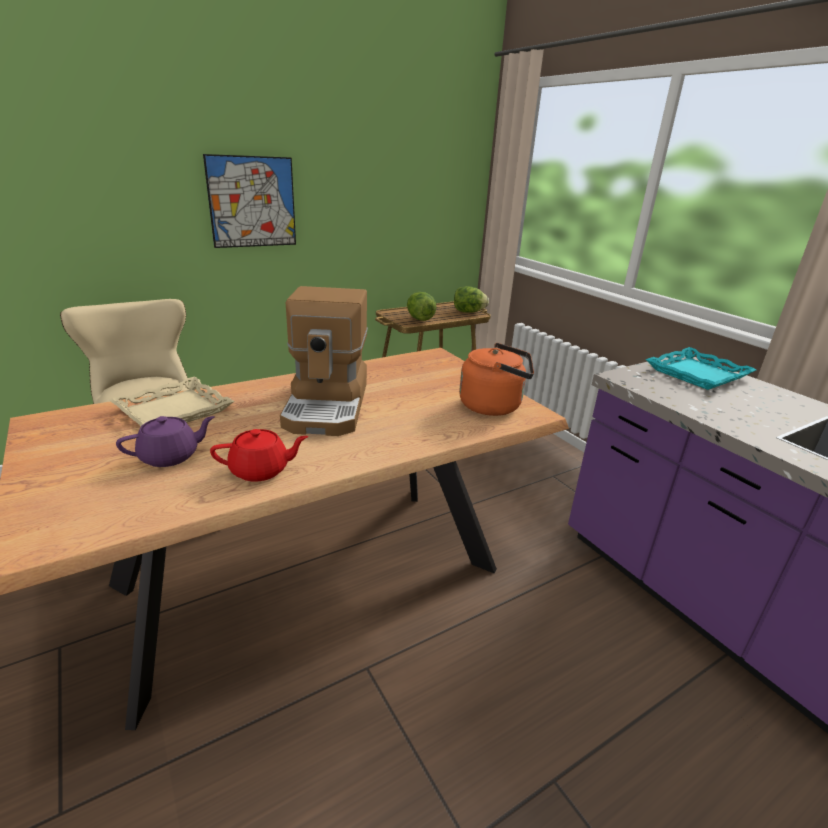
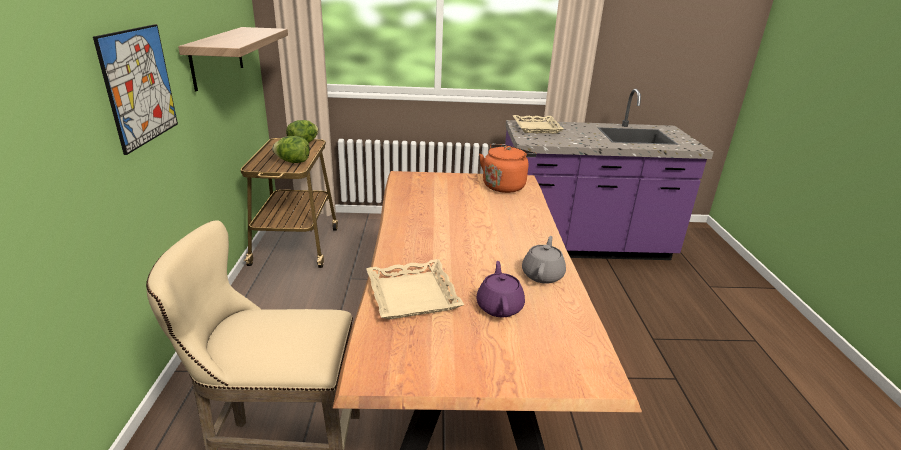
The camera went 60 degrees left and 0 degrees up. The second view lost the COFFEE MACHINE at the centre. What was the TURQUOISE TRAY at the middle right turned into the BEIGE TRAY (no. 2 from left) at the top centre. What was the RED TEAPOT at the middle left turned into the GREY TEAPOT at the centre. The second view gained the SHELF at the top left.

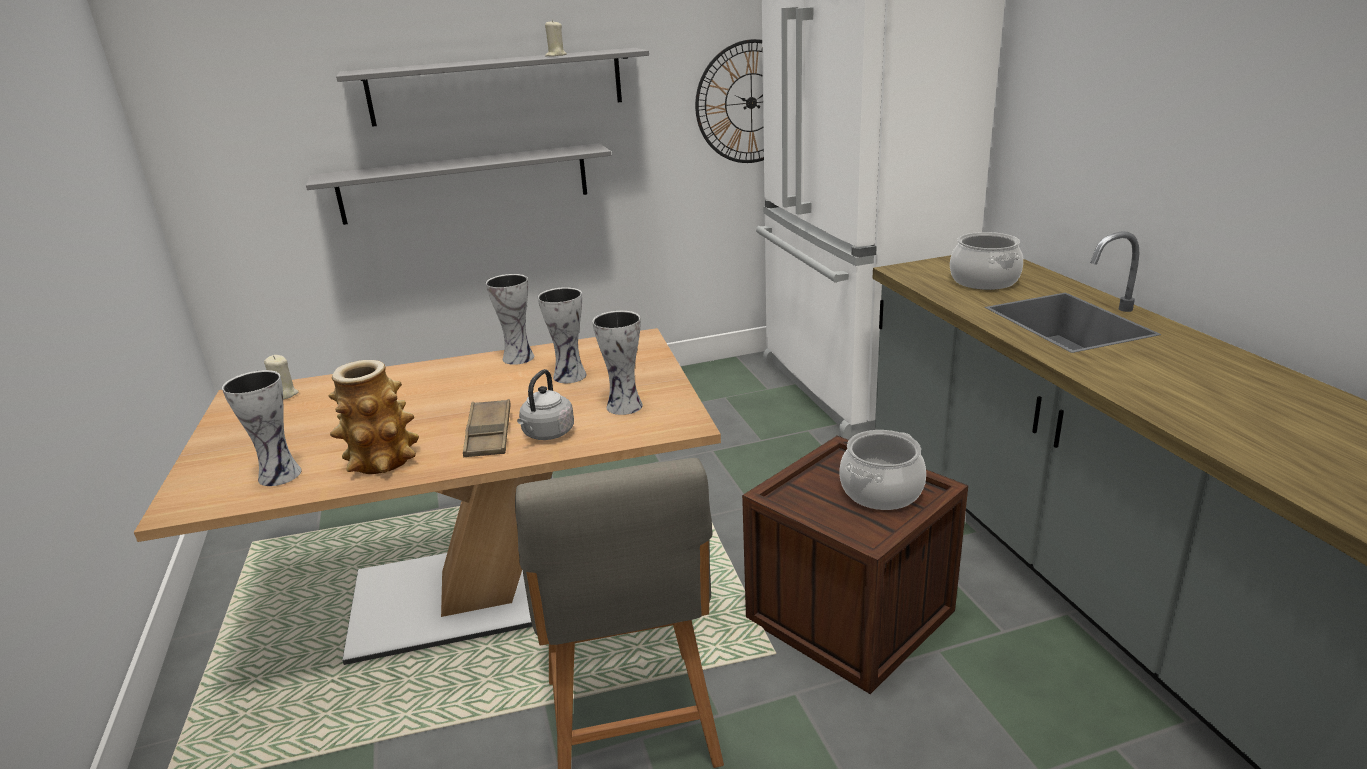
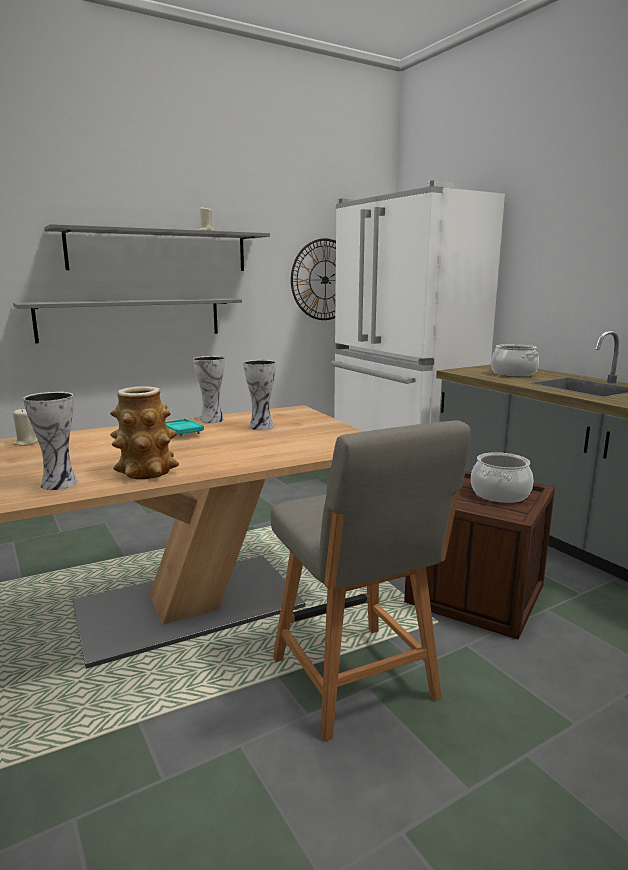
The camera went 15 degrees left and 10 degrees down. The second view lost the VASE (no. 5 from left) at the centre. The second view lost the GREY KETTLE at the centre. The second view lost the BROWN TRAY at the centre. The second view gained the TURQUOISE TRAY at the middle left.

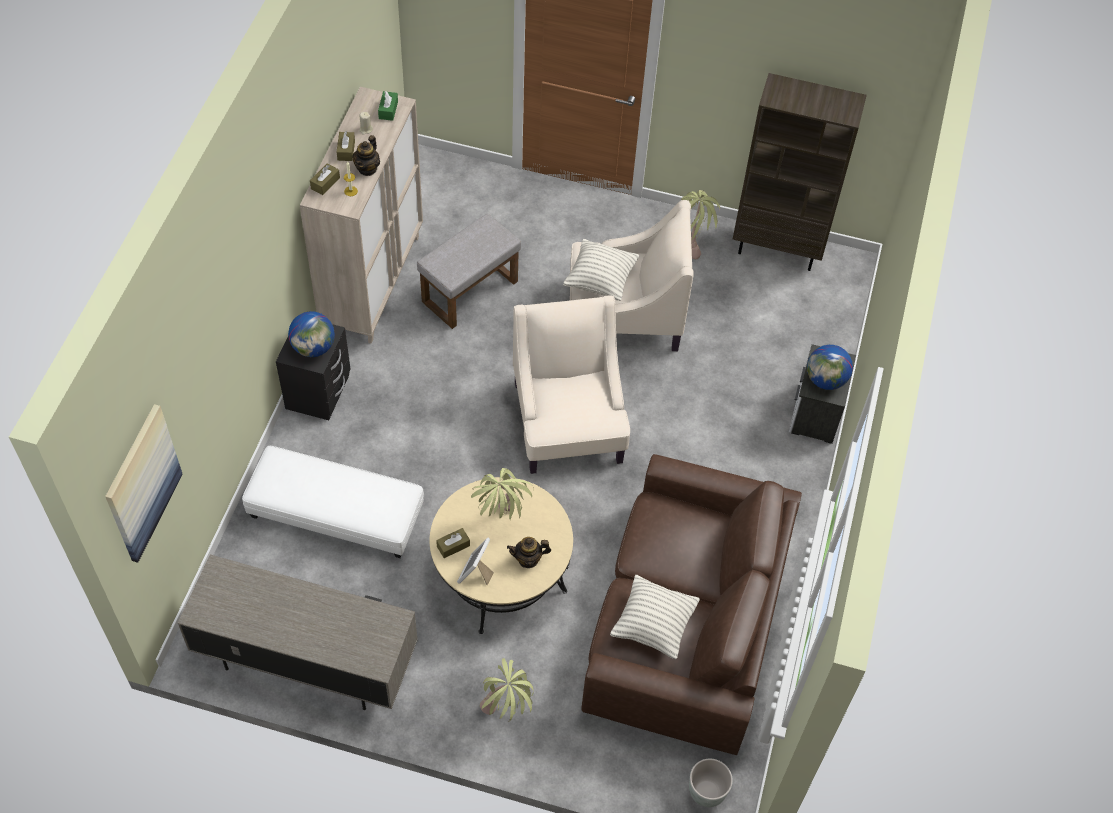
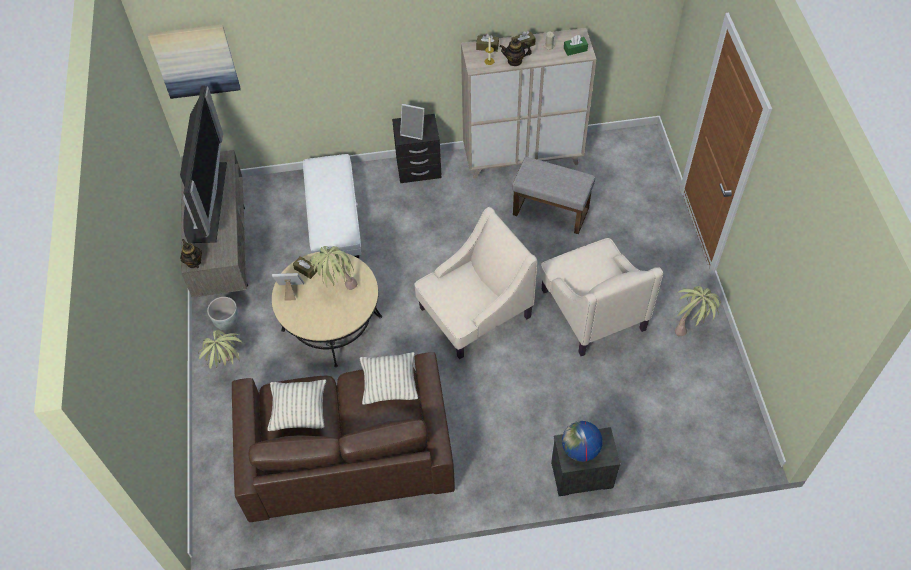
The camera went 70 degrees right and 0 degrees up. The second view lost the BROWN BOOKCASE at the top right. The PILLOW (no. 1 from left in the first image) ended up elsewhere, having gone from the top centre to the centre. Where the GLOBE (no. 1 from left) stood at the middle left, the PICTURE FRAME (no. 2 from left) came to stand at the top centre. The TEAPOT (no. 2 from left in the first image) ended up elsewhere, having gone from the bottom centre to the middle left. The GREY PLANTER ended up elsewhere, having gone from the bottom centre to the middle left. The second view gained the TELEVISION at the top left.

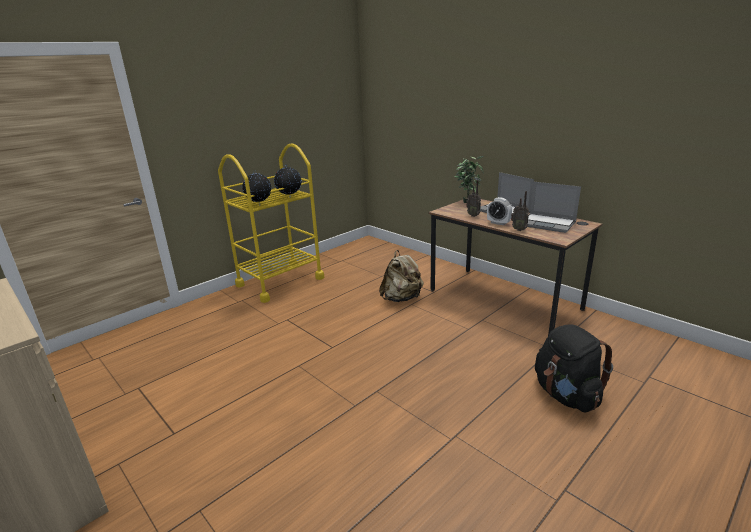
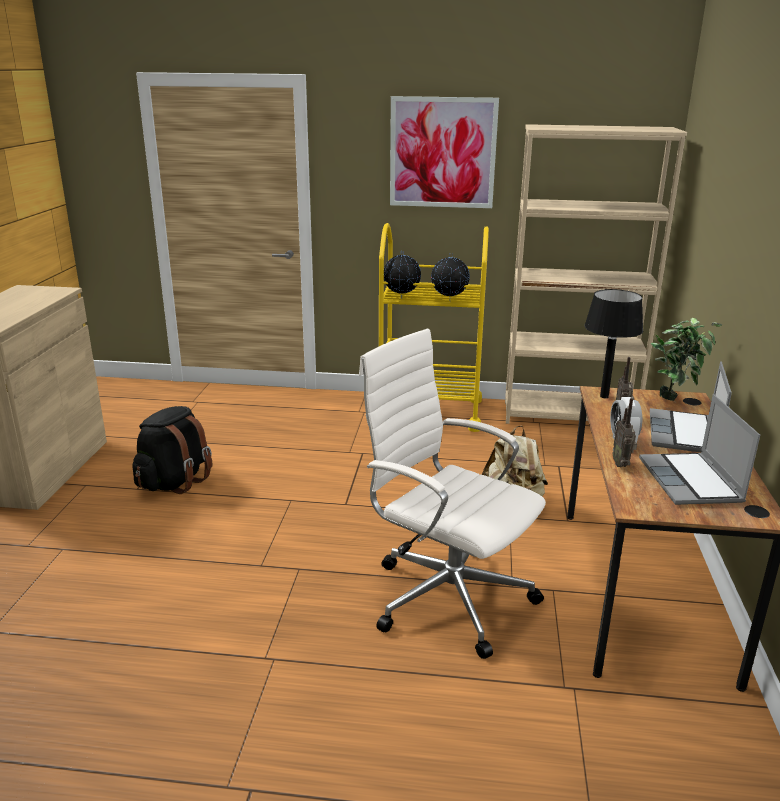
The camera went 50 degrees right and 0 degrees up. The BLACK BACKPACK ended up elsewhere, having gone from the bottom right to the middle left. The second view gained the PICTURE at the top centre. The second view gained the BEIGE BOOKCASE at the middle right. The second view gained the BLACK TABLE LAMP at the middle right. The second view gained the WHITE OFFICE CHAIR at the centre.

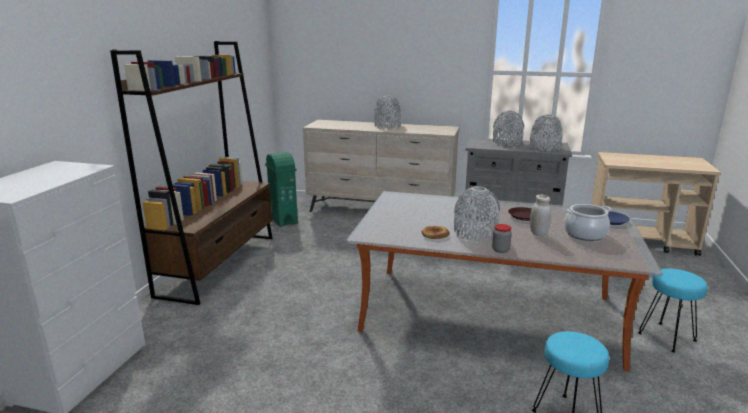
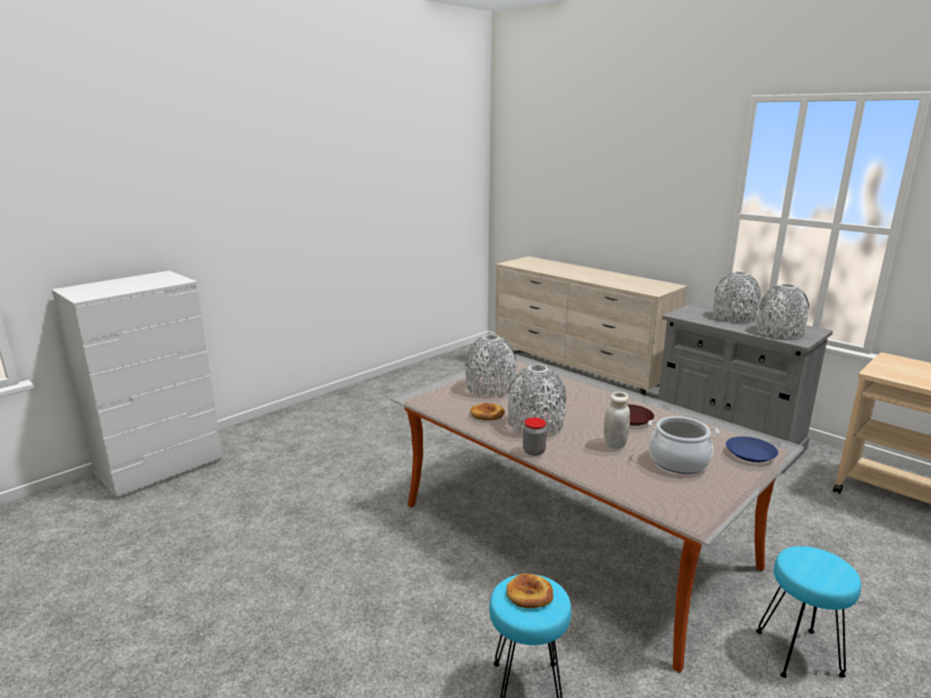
The camera went 30 degrees right and 0 degrees up. The second view lost the BROWN BOOKCASE at the middle left. The GREY VASE (no. 1 from left) ended up elsewhere, having gone from the top centre to the centre. The second view lost the GREEN TRASH CAN at the centre. The second view gained the BREAD (no. 2 from left) at the bottom centre.

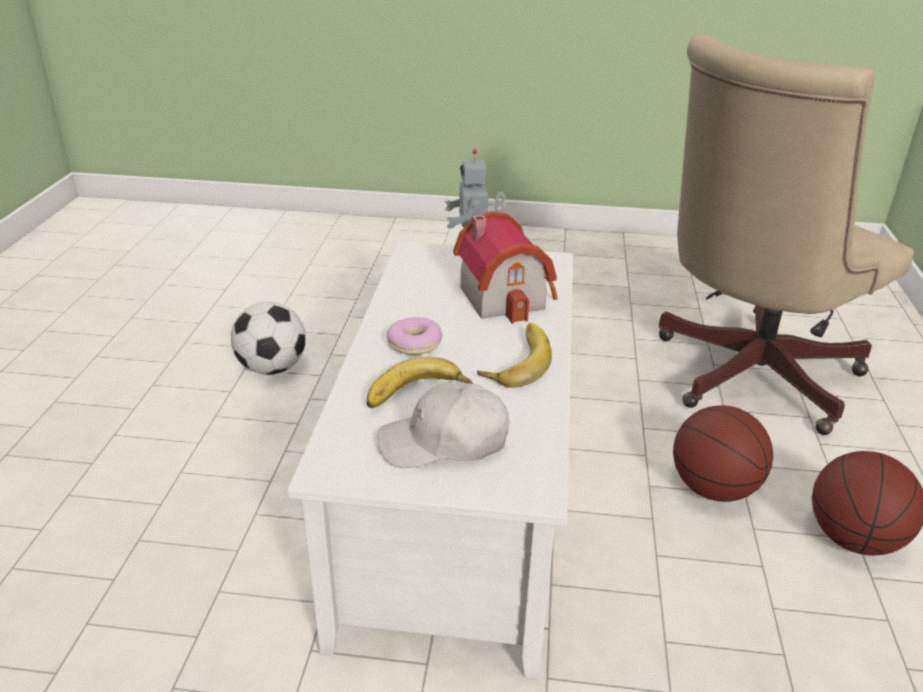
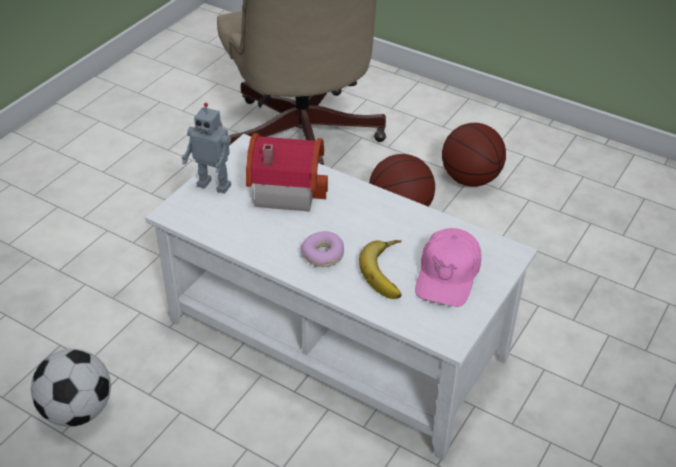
The camera went 65 degrees left and 10 degrees up. The second view lost the BANANA (no. 2 from left) at the centre. What was the WHITE CAP at the centre turned into the PINK CAP at the centre.

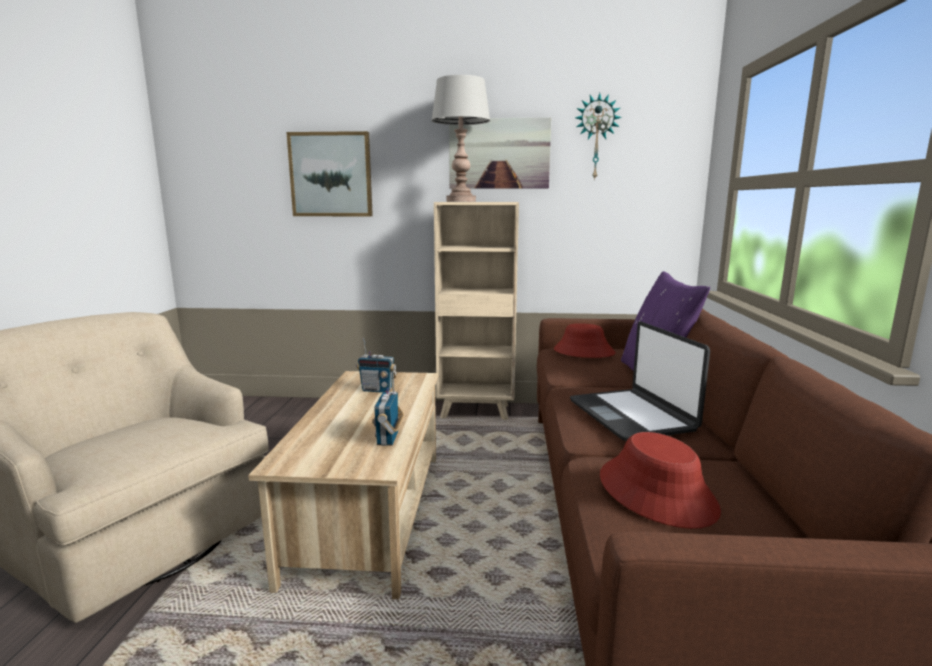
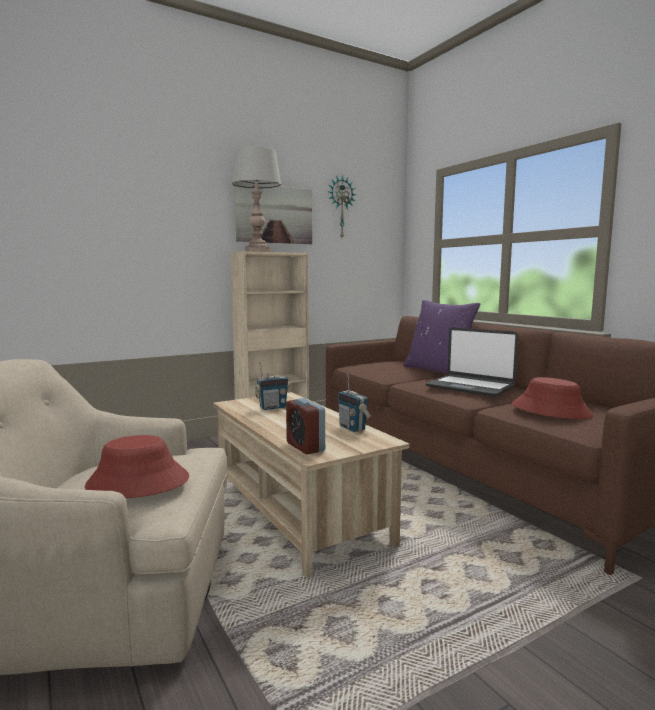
The camera went 35 degrees left and 5 degrees down. The second view lost the PICTURE (no. 1 from left) at the top centre. The RED HAT (no. 1 from left) ended up elsewhere, having gone from the centre to the middle left. The second view gained the ALARM CLOCK at the centre.

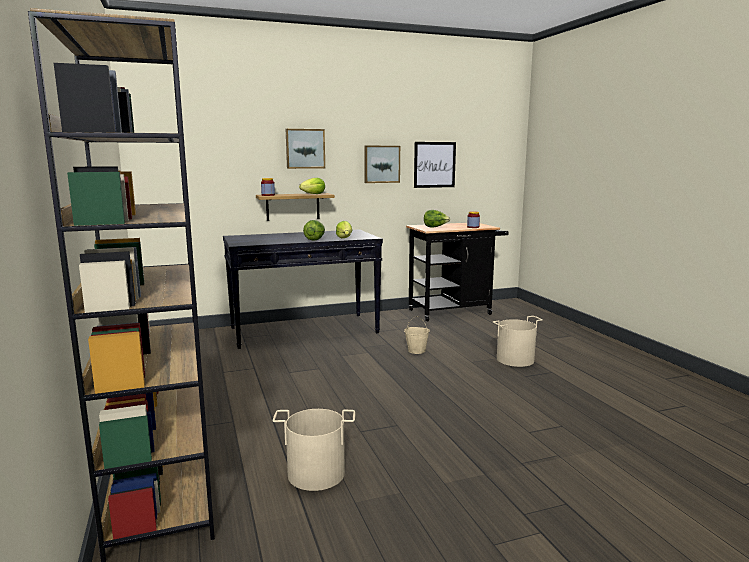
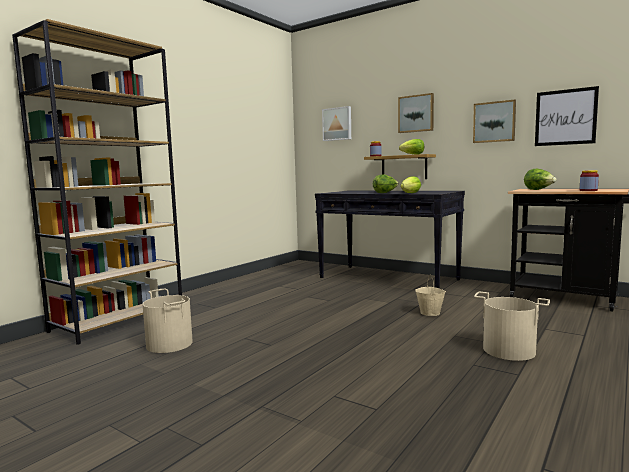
The camera went 55 degrees right and 5 degrees down. The second view gained the PICTURE (no. 1 from left) at the top centre.

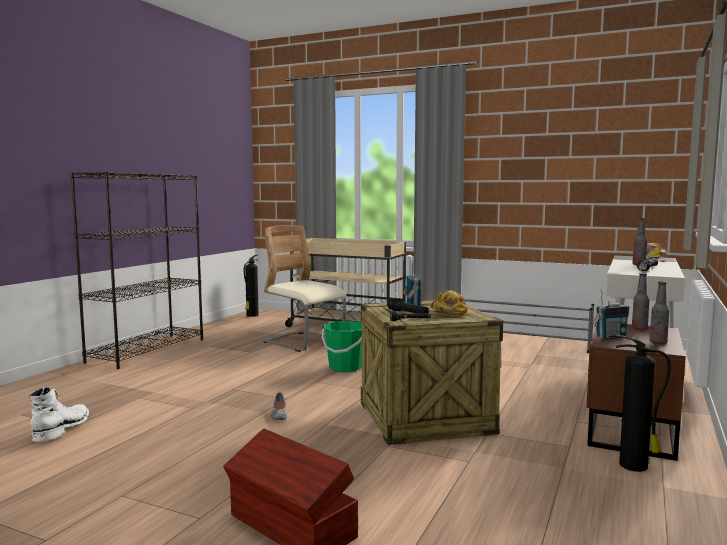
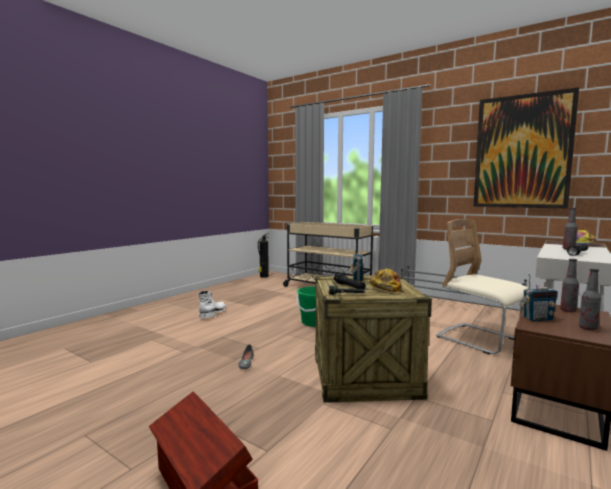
The camera went 10 degrees right and 0 degrees up. The second view lost the BLACK BOOKCASE at the middle left. The BEIGE CHAIR ended up elsewhere, having gone from the centre to the middle right. The second view lost the FIRE EXTINGUISHER (no. 2 from left) at the bottom right. The WHITE BOOT ended up elsewhere, having gone from the bottom left to the centre. The second view gained the PICTURE at the top right.

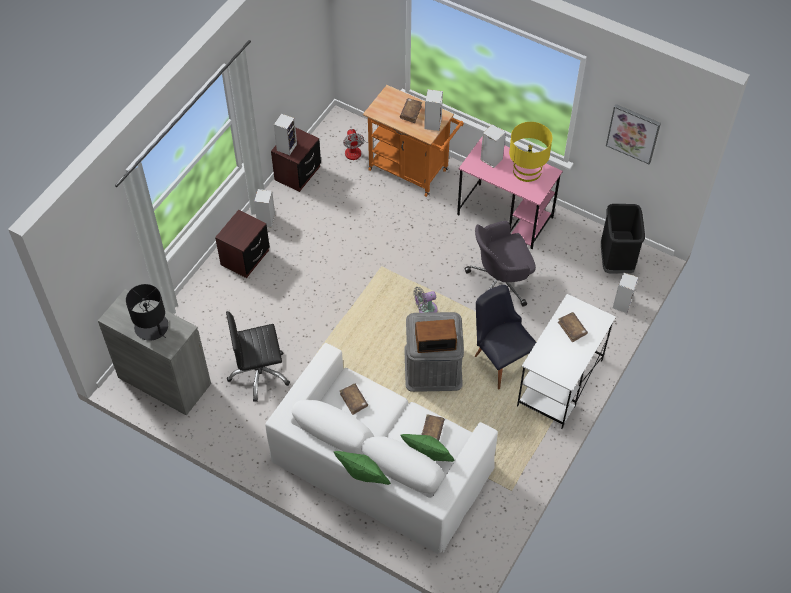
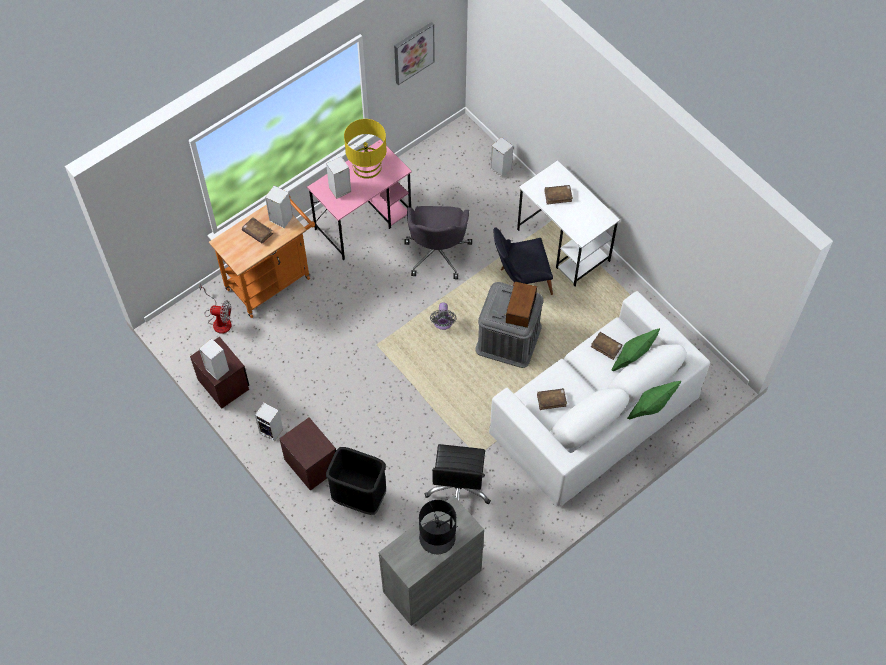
The camera went 70 degrees left and 5 degrees up. The BLACK TRASH CAN ended up elsewhere, having gone from the middle right to the bottom centre.

